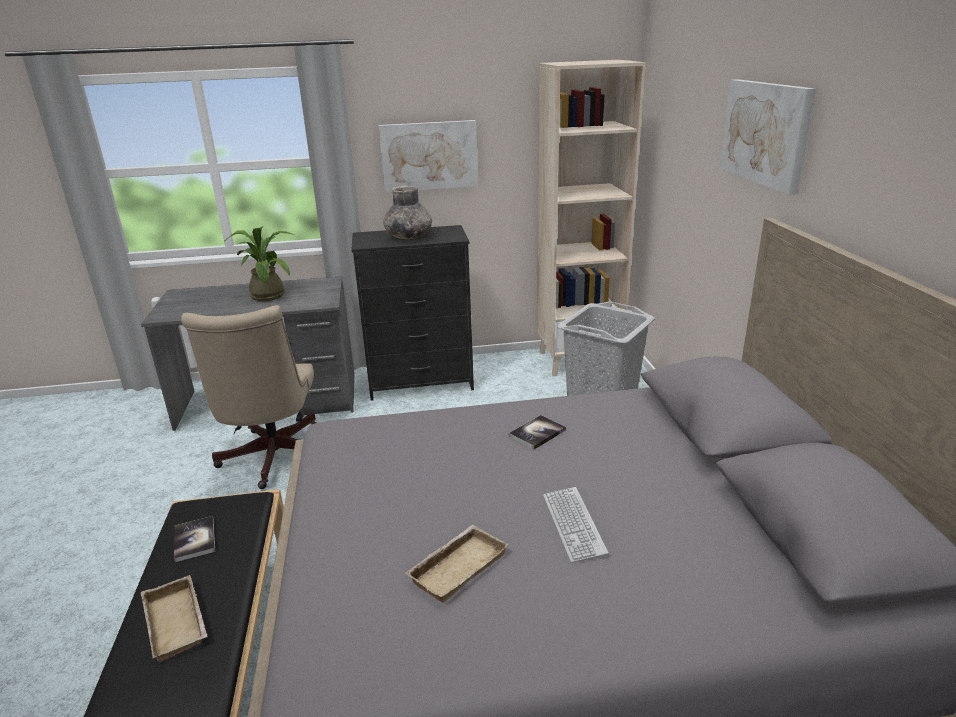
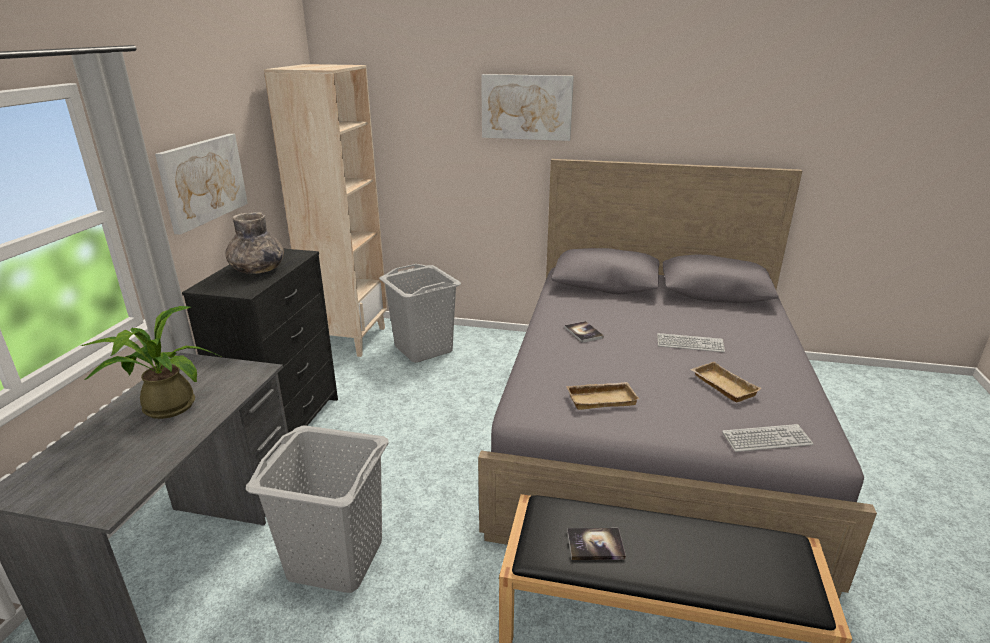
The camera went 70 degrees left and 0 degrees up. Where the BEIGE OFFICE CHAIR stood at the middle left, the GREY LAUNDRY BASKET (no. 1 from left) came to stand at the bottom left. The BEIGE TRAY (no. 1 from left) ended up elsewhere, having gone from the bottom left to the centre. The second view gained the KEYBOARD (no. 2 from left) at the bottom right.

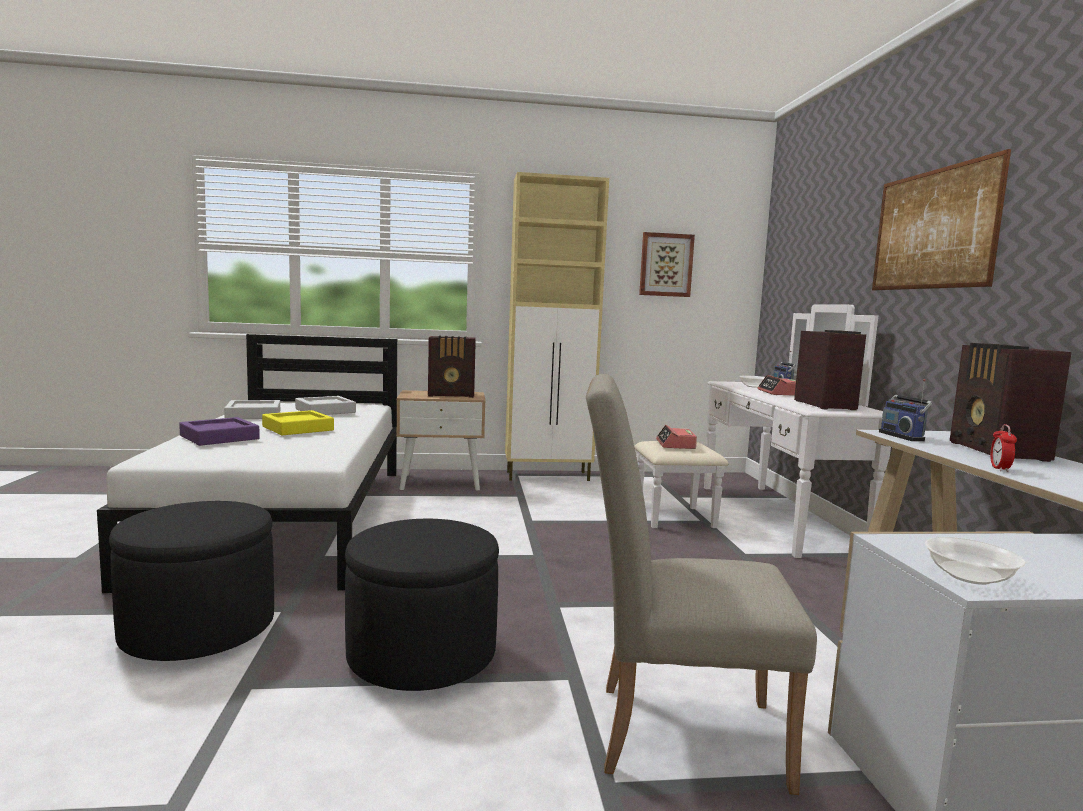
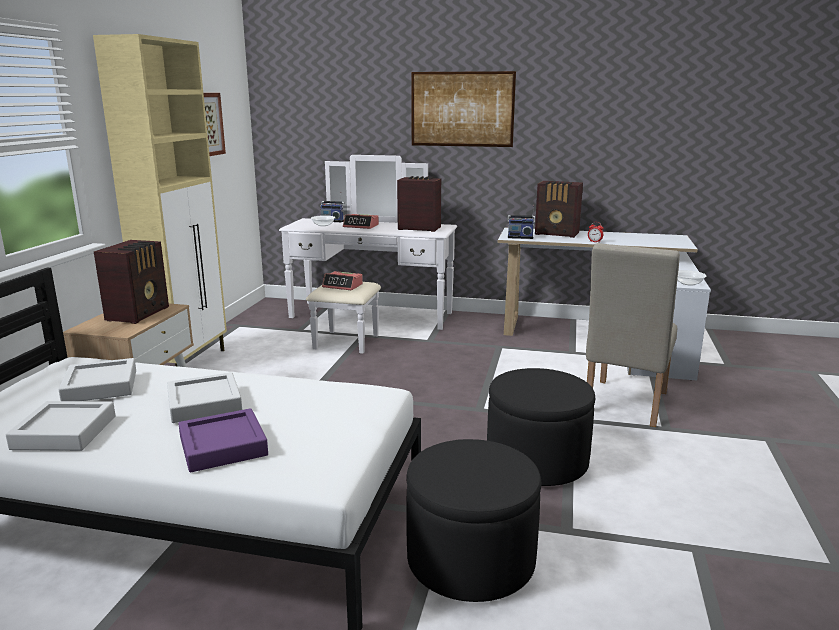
The camera went 70 degrees left and 10 degrees up. What was the YELLOW TRAY at the middle left turned into the GREY TRAY (no. 3 from left) at the middle left.

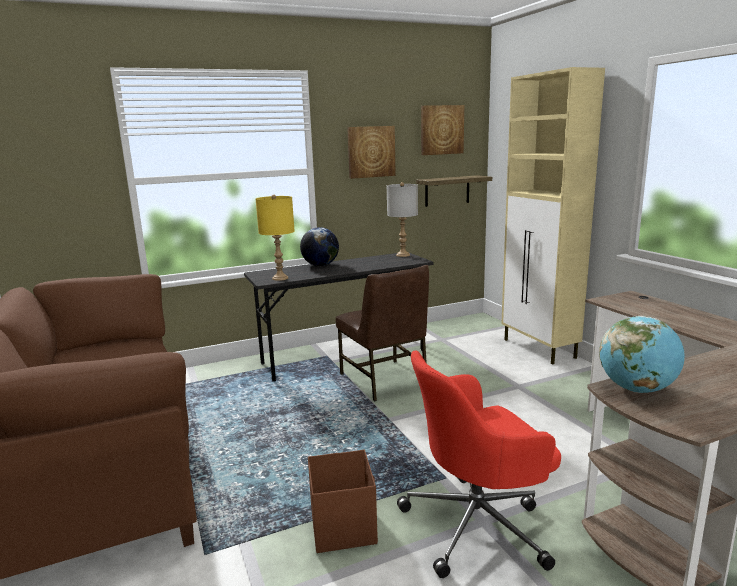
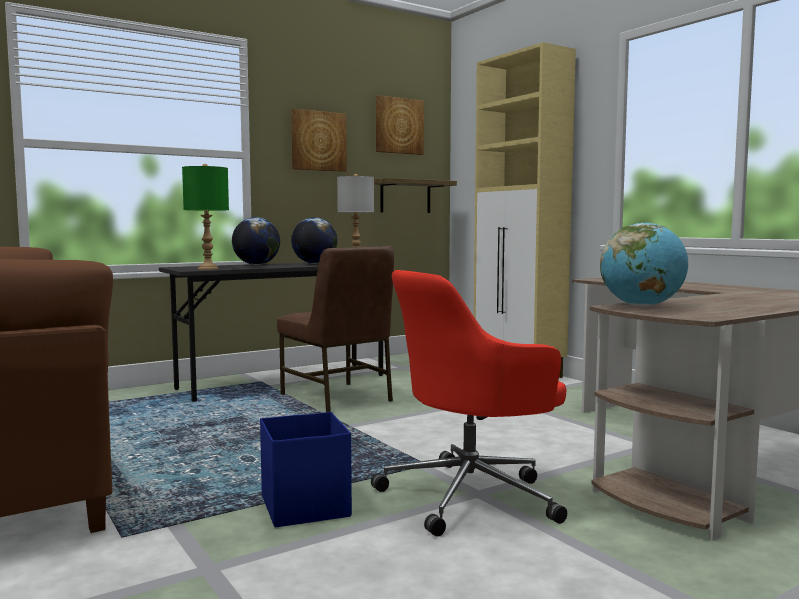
The camera went 10 degrees left and 10 degrees down. What was the YELLOW TABLE LAMP at the centre turned into the GREEN TABLE LAMP at the middle left. What was the BROWN STORAGE BOX at the bottom centre turned into the BLUE STORAGE BOX at the bottom centre. The second view gained the GLOBE (no. 2 from left) at the centre.

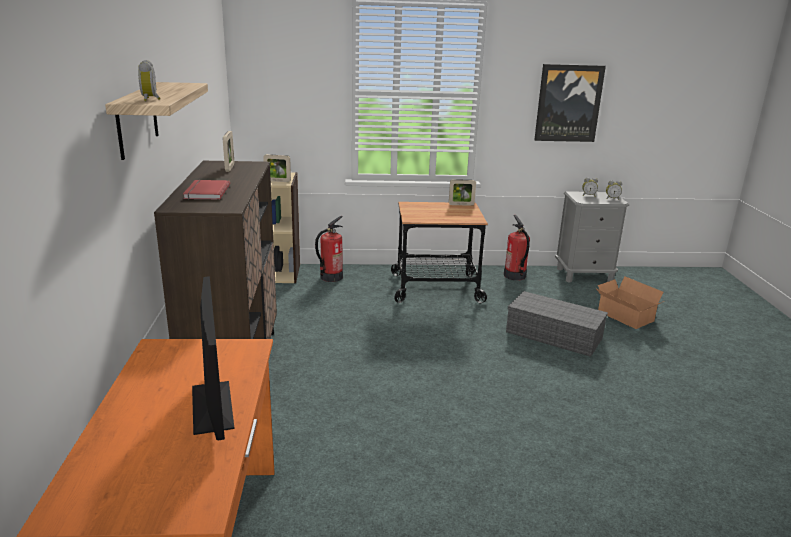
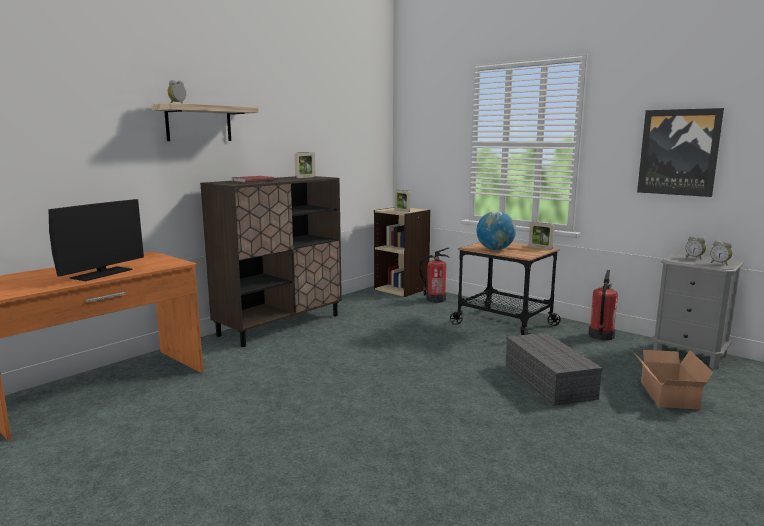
The camera went 45 degrees right and 10 degrees down. The second view gained the GLOBE at the centre.

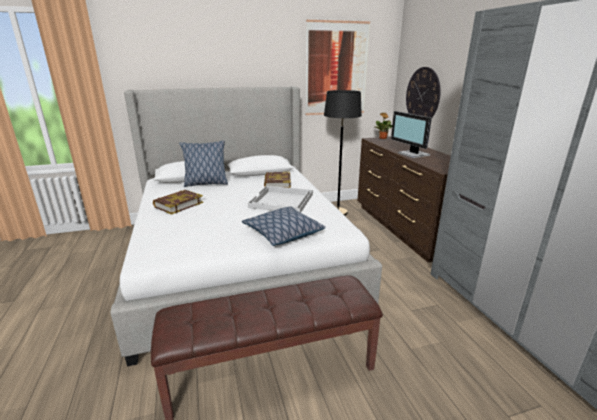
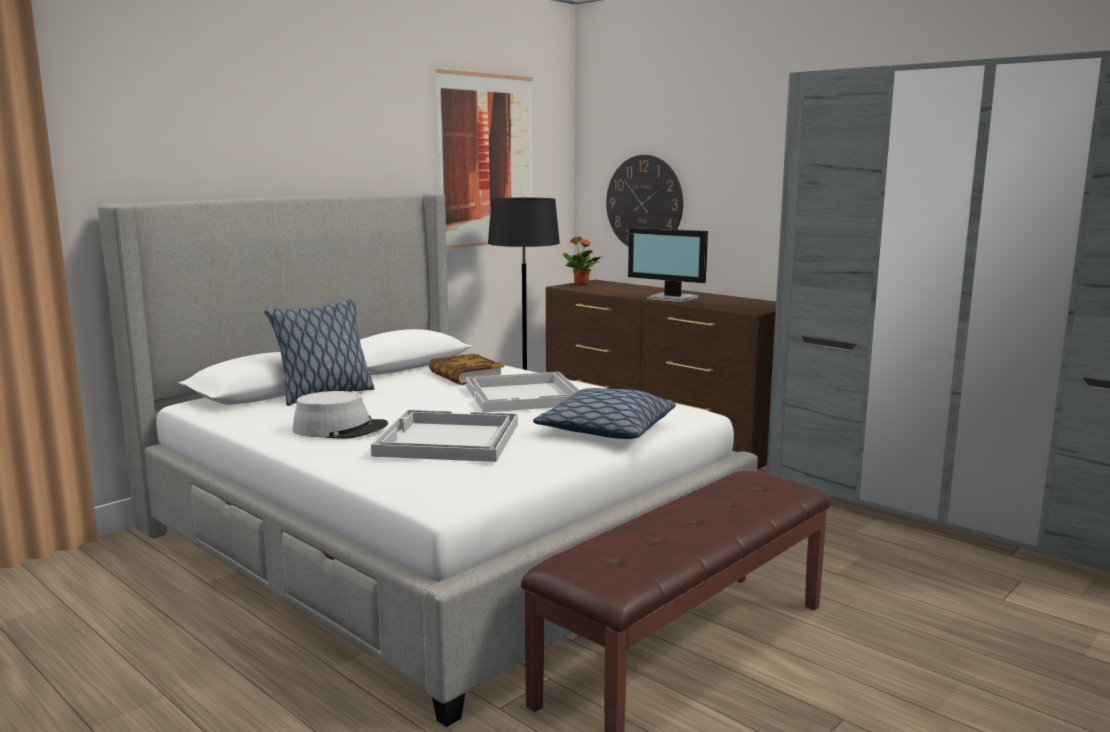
The camera went 30 degrees left and 10 degrees down. Where the BOOK (no. 1 from left) stood at the middle left, the GREY HAT came to stand at the middle left. The second view gained the WHITE TRAY (no. 1 from left) at the centre.

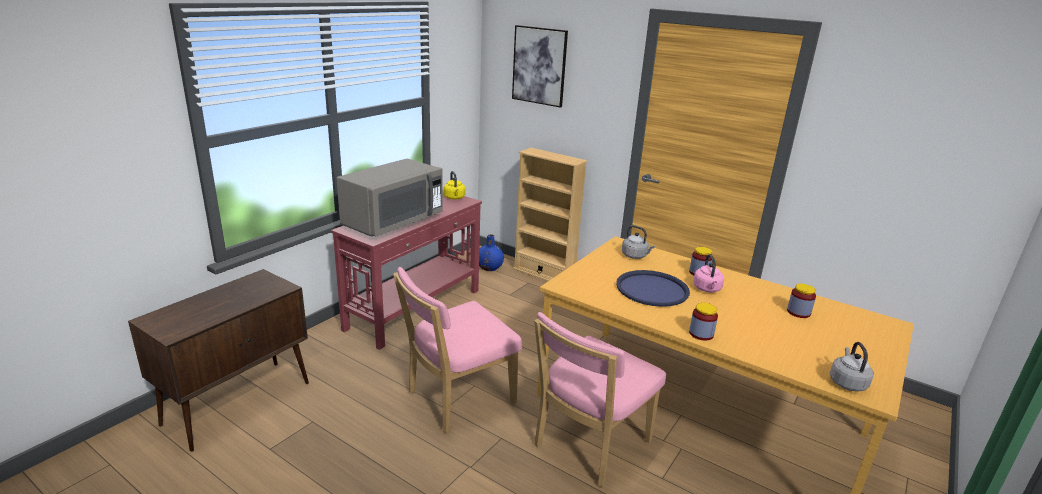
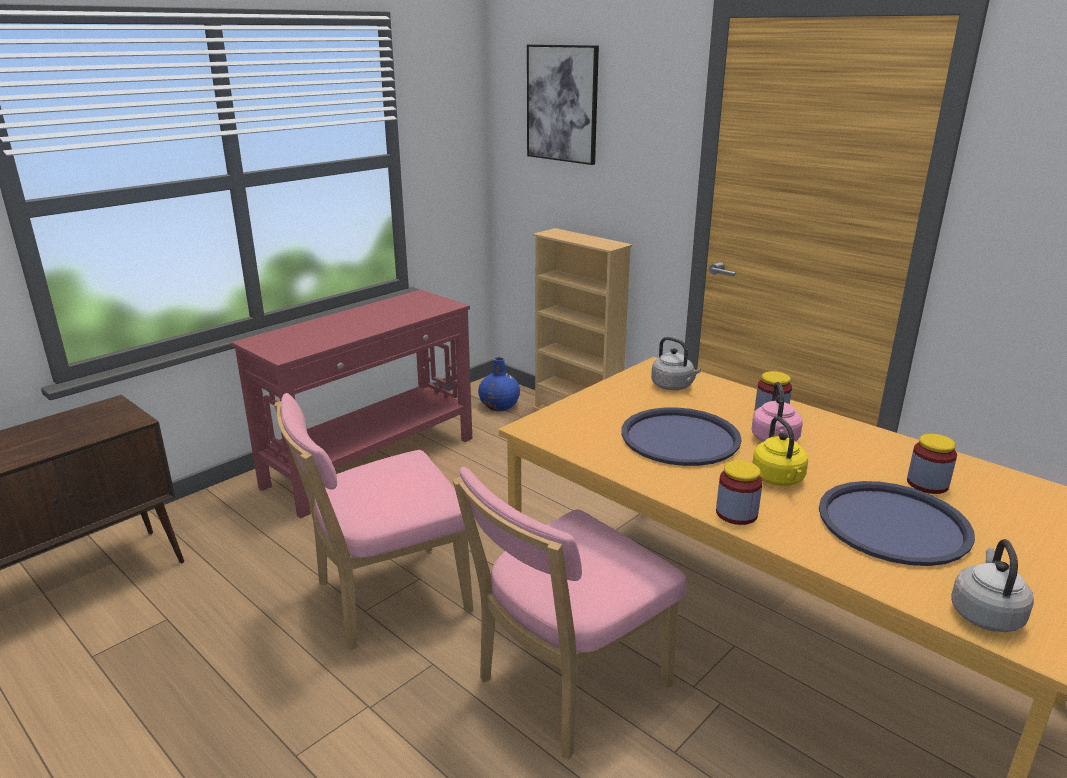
The camera went 10 degrees right and 0 degrees up. The second view lost the GREY MICROWAVE at the centre. The YELLOW KETTLE ended up elsewhere, having gone from the centre to the middle right. The second view gained the BLUE TRAY (no. 2 from left) at the bottom right.

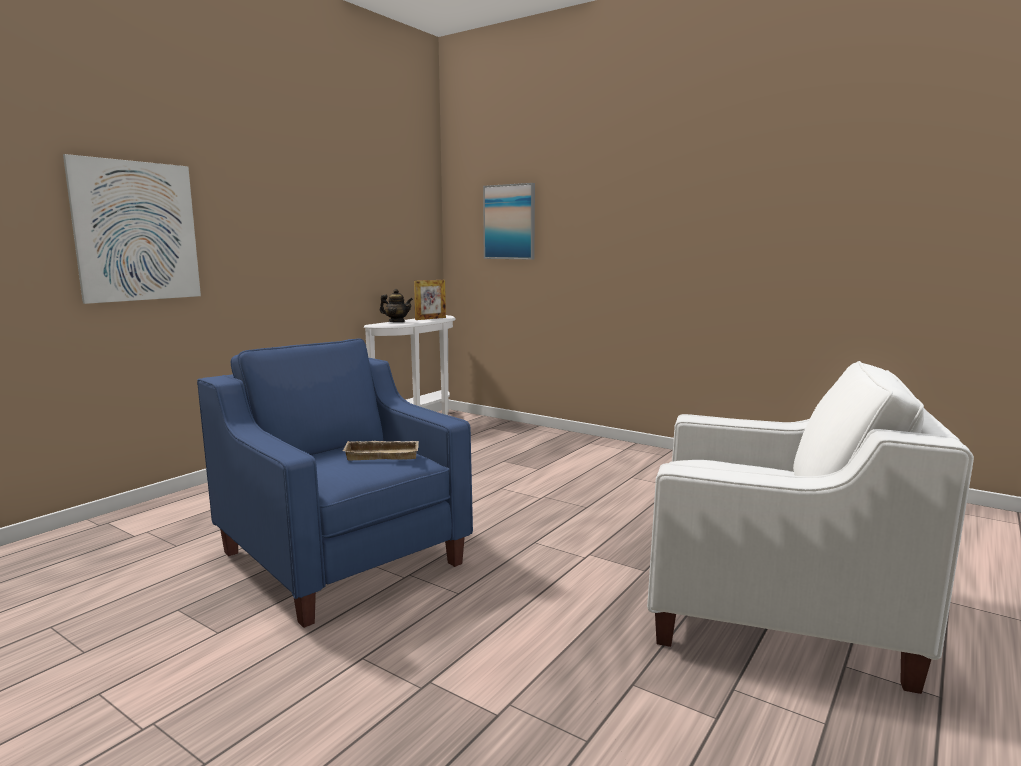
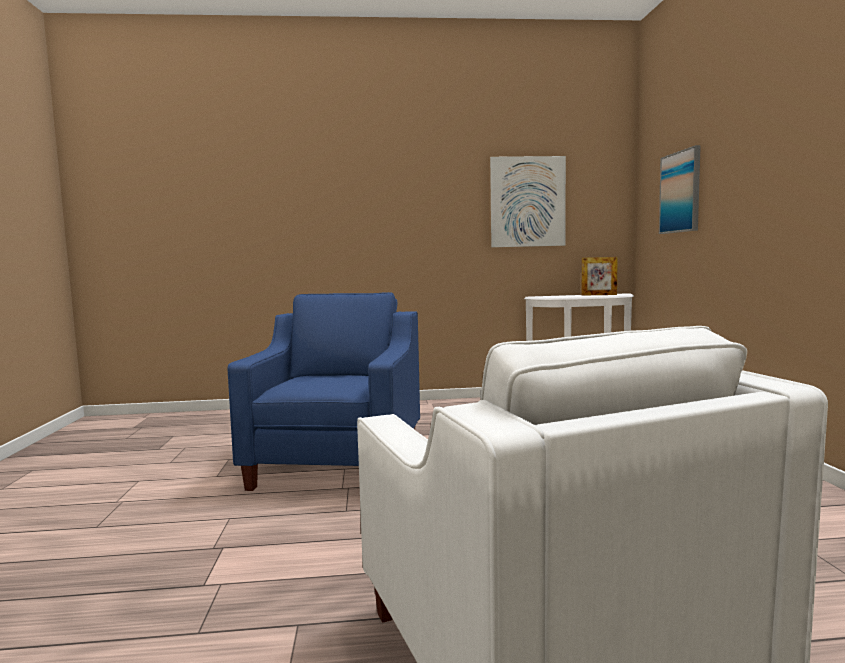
The camera went 50 degrees right and 5 degrees down. The PICTURE (no. 1 from left) ended up elsewhere, having gone from the top left to the top centre. The second view lost the TEAPOT at the centre. The second view lost the BEIGE TRAY at the centre.

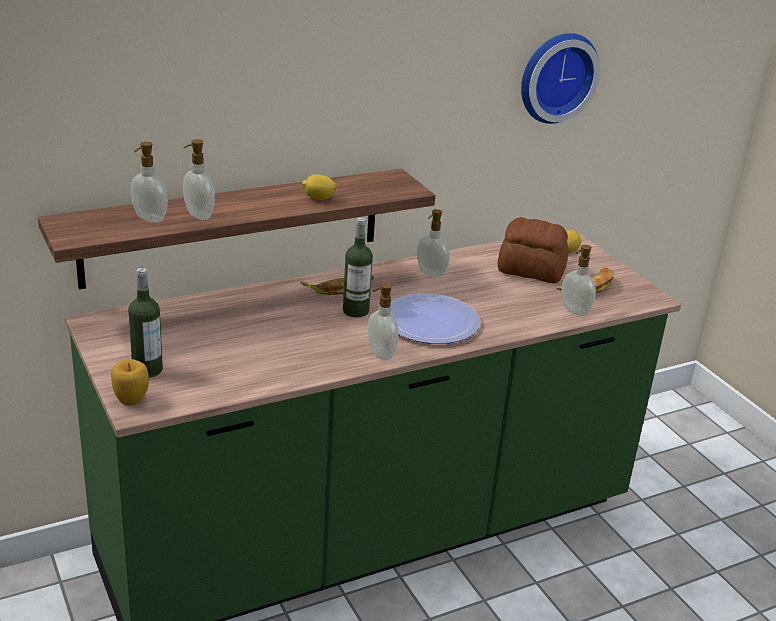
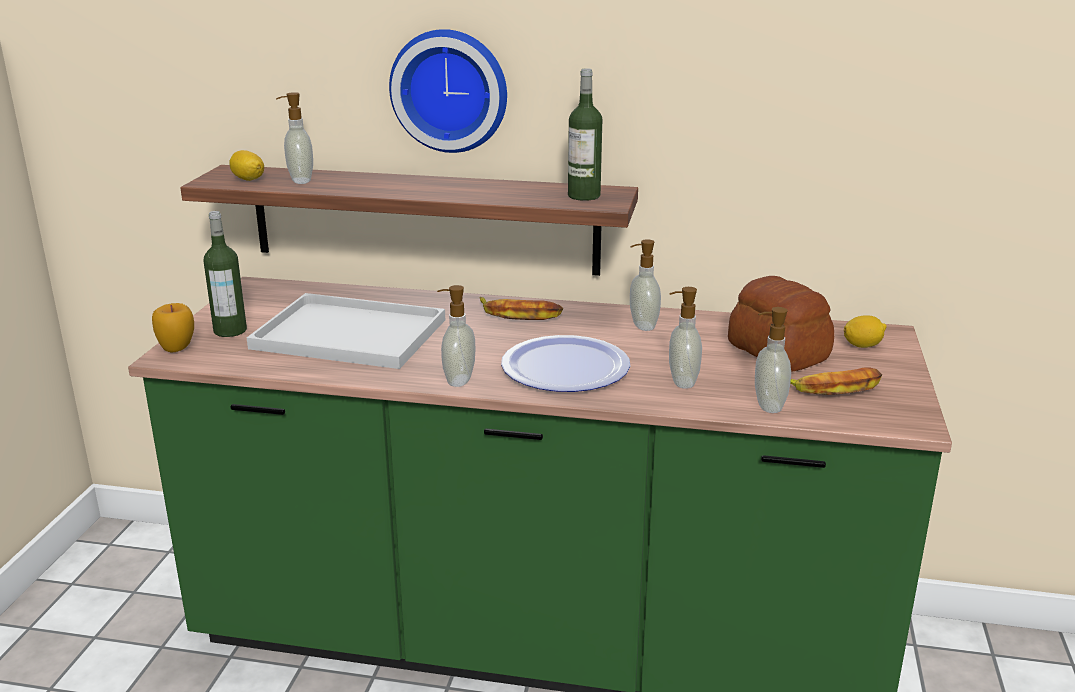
The camera went 40 degrees right and 5 degrees down. The WALL CLOCK ended up elsewhere, having gone from the top right to the top centre. The SOAP DISPENSER (no. 2 from left in the first image) ended up elsewhere, having gone from the top left to the centre. The LEMON (no. 1 from left) ended up elsewhere, having gone from the top centre to the top left. The BOTTLE (no. 2 from left) ended up elsewhere, having gone from the centre to the top centre. The second view gained the WHITE TRAY at the middle left.

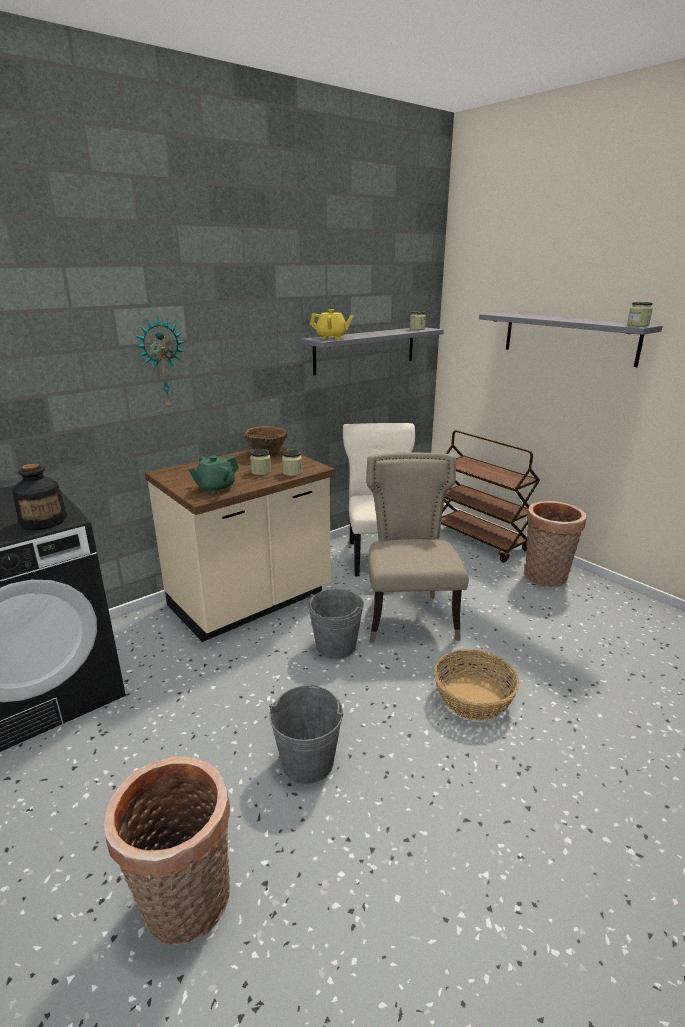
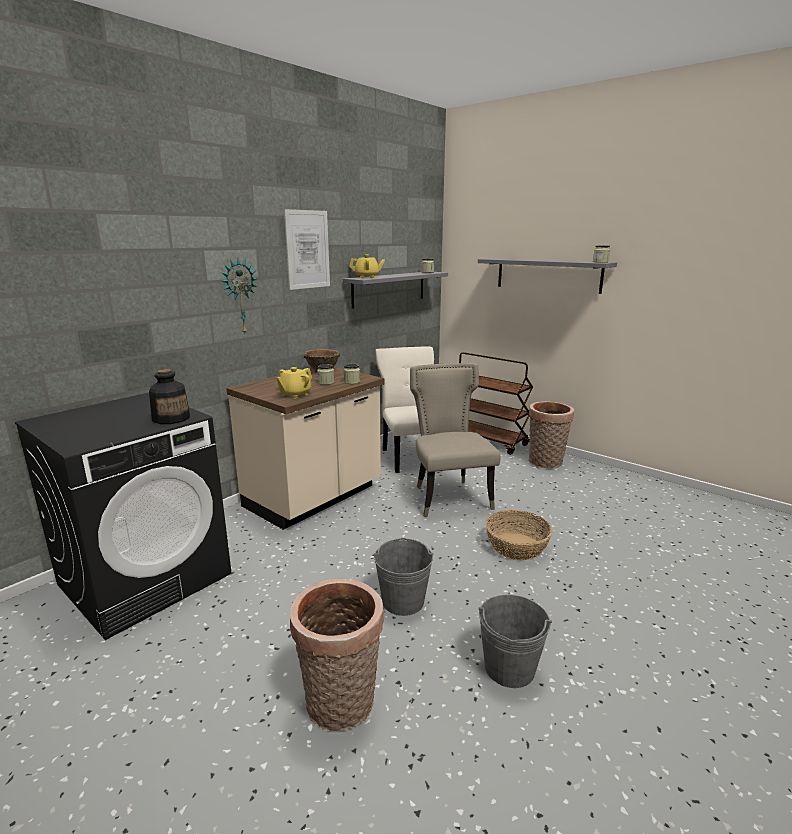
The camera went 10 degrees left and 5 degrees down. What was the GREEN TEAPOT at the middle left turned into the YELLOW TEAPOT (no. 1 from left) at the centre. The GREY BUCKET (no. 2 from left) ended up elsewhere, having gone from the centre to the bottom centre. The second view gained the PICTURE at the top centre.

